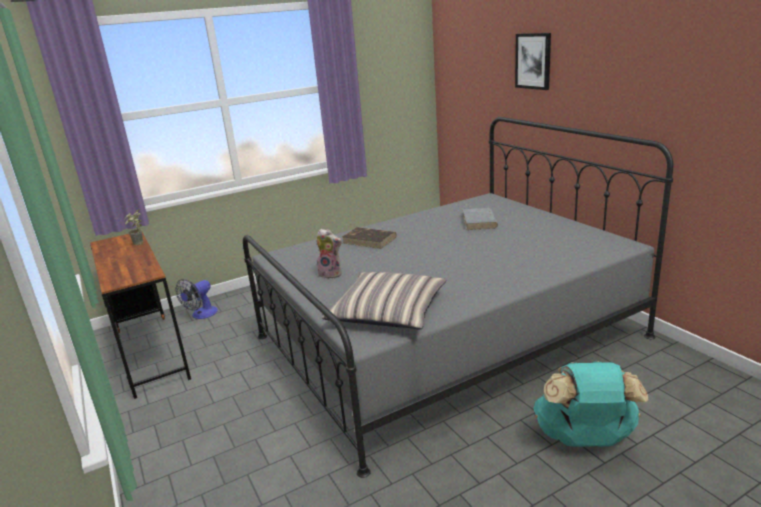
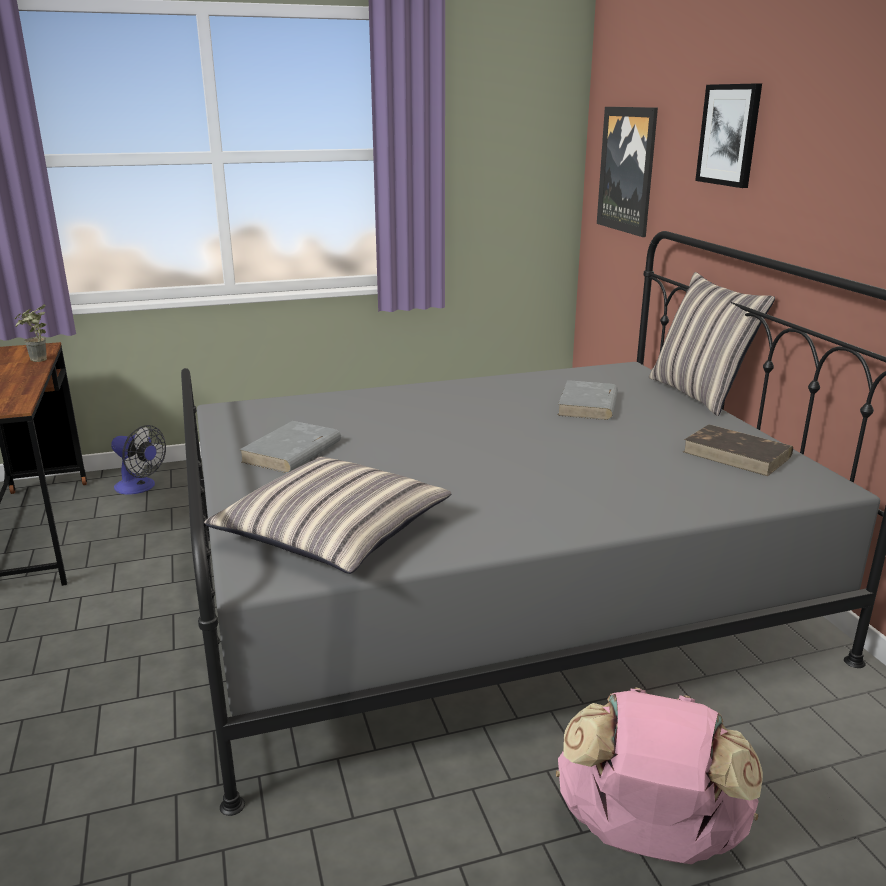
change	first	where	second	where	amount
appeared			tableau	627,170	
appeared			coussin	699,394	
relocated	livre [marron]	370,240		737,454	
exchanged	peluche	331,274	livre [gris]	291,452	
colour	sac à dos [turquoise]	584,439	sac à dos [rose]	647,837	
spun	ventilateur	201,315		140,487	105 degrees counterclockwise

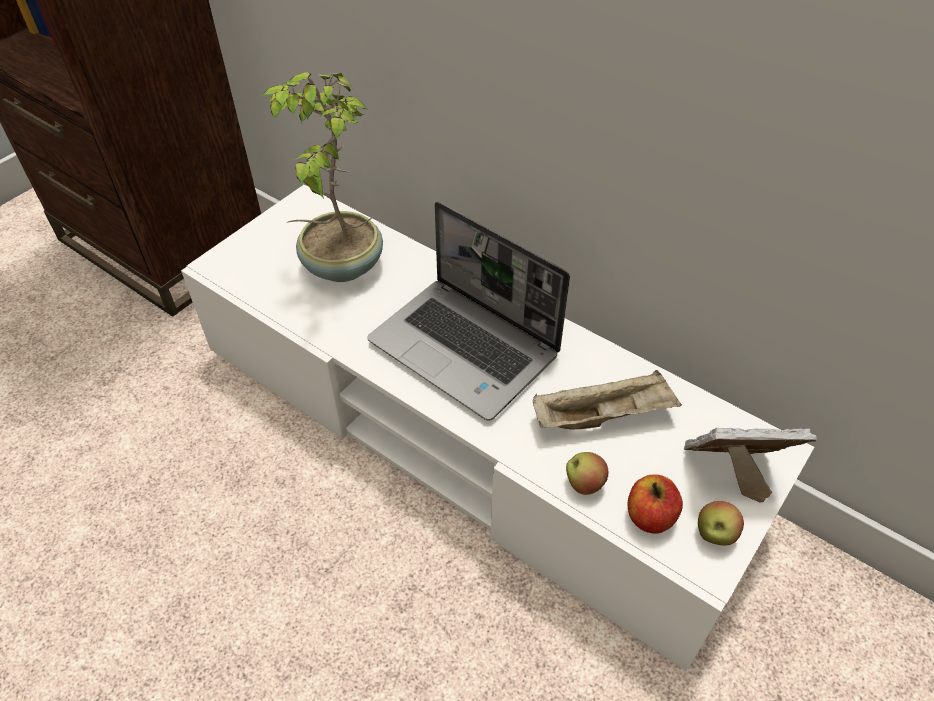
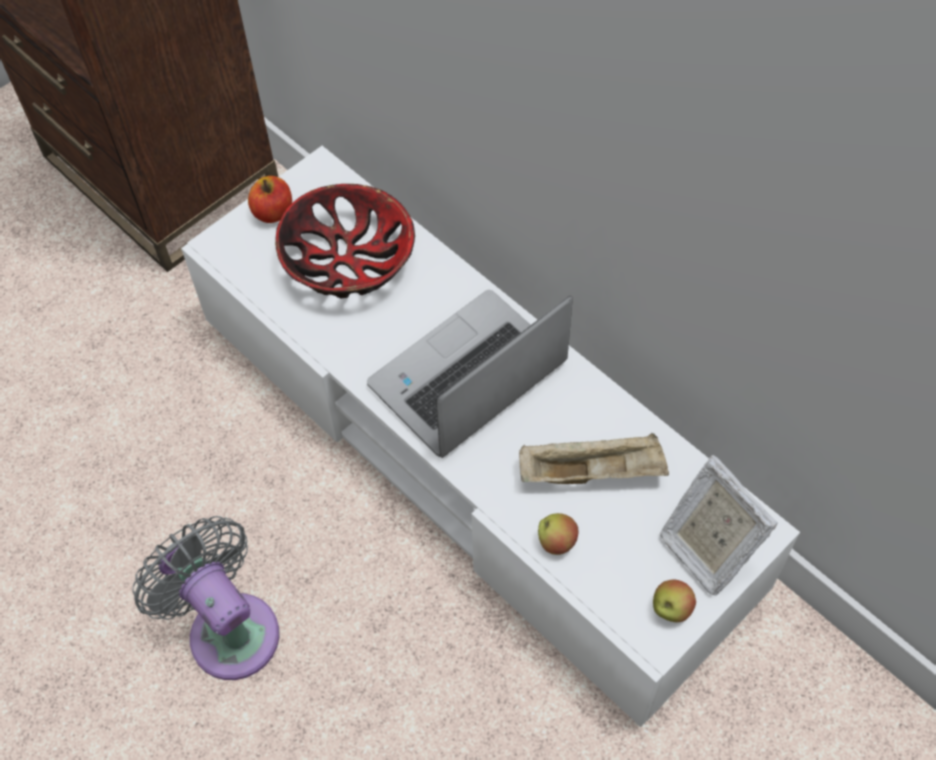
change	first	where	second	where	amount
appeared			ventilateur [gris]	228,628	
relocated	pomme	650,516		273,212	
exchanged	plante en pot	340,266	bol	349,261	
spun	ordinateur portable	466,349		467,378	90 degrees clockwise
spun	cadre photo	731,472		706,548	135 degrees counterclockwise

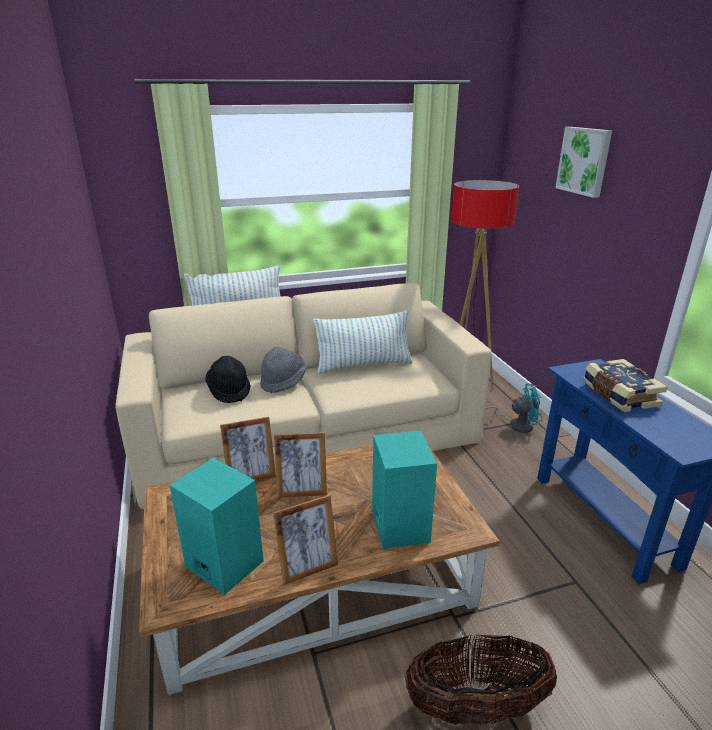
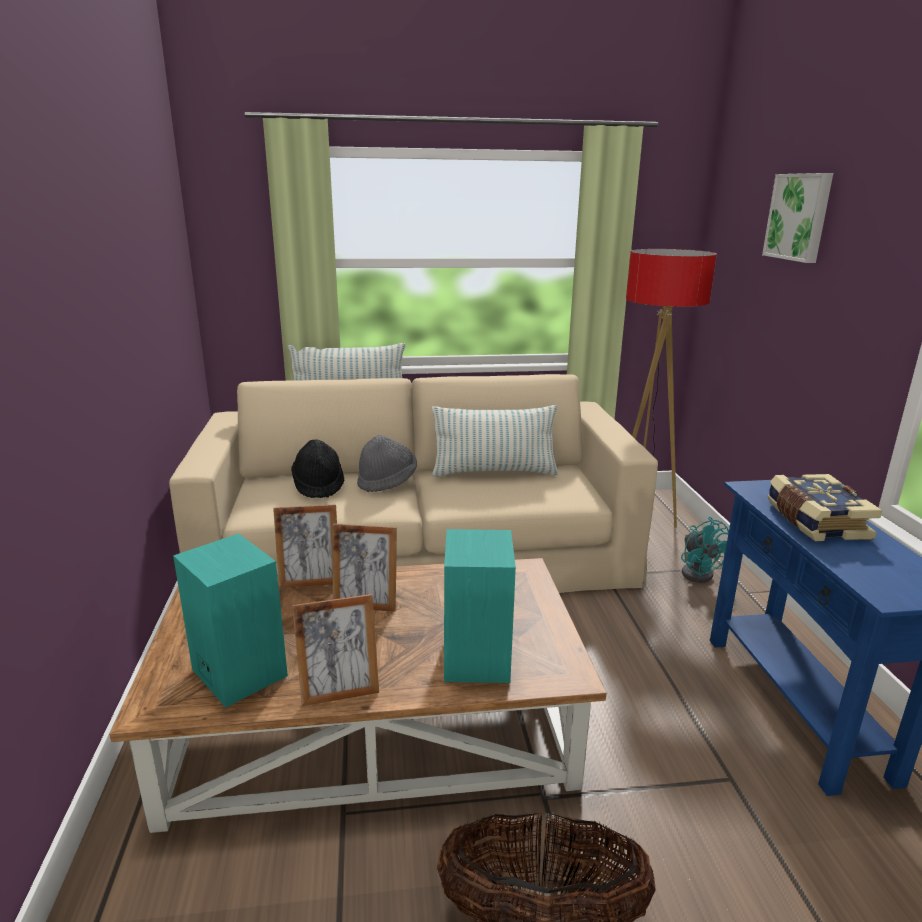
change	first	where	second	where	amount
spun	ventilateur [turquoise]	516,425		698,572	60 degrees clockwise

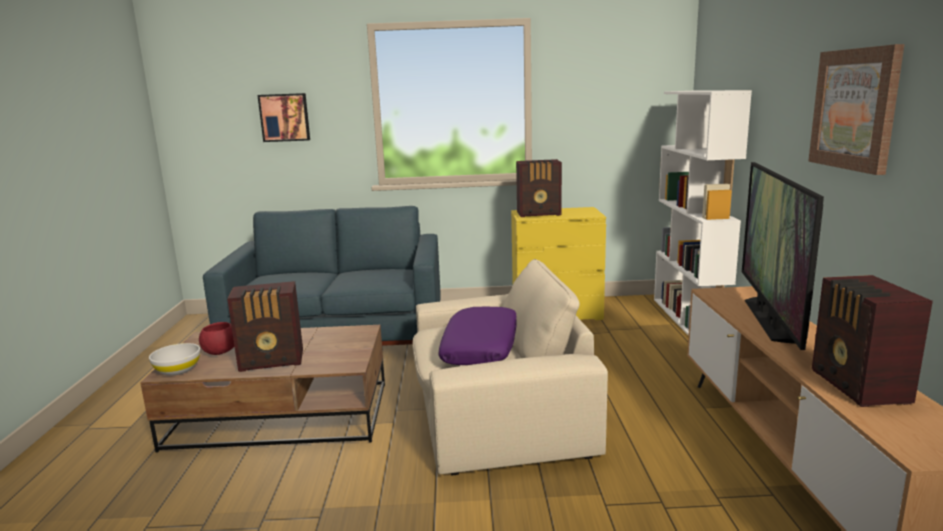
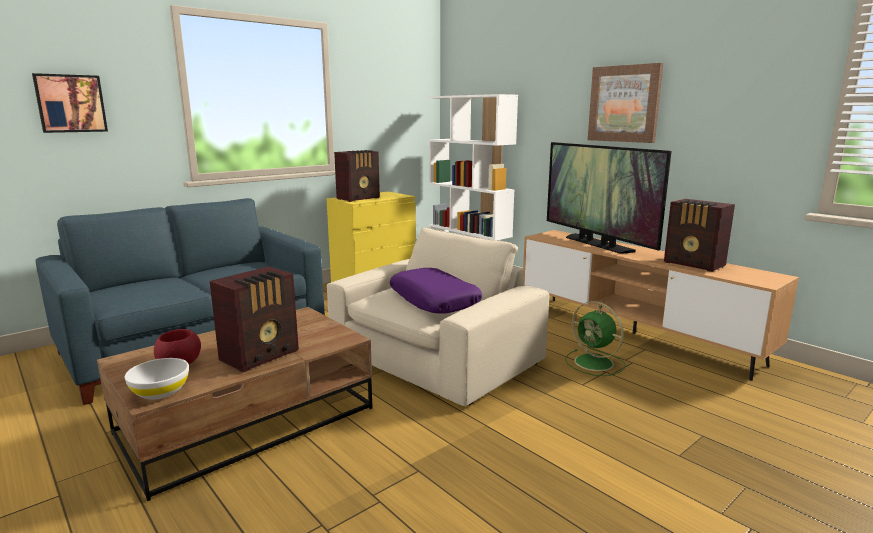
change	first	where	second	where	amount
appeared			ventilateur [vert]	595,363	

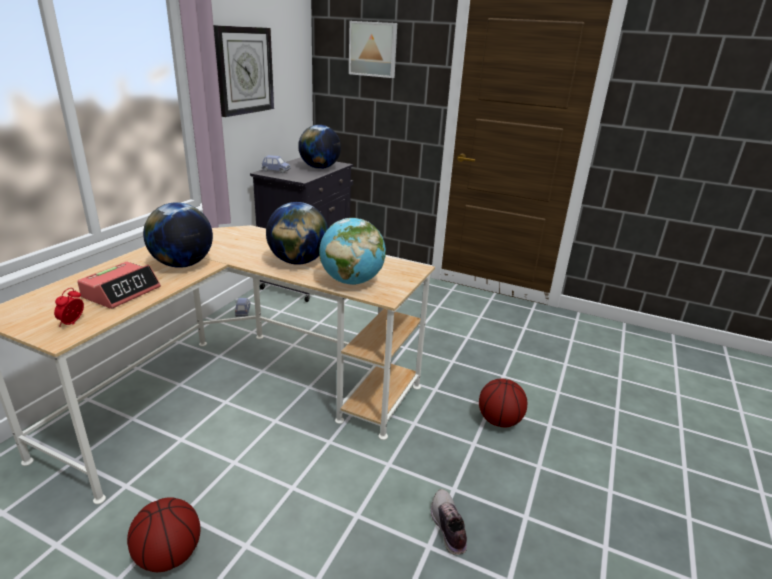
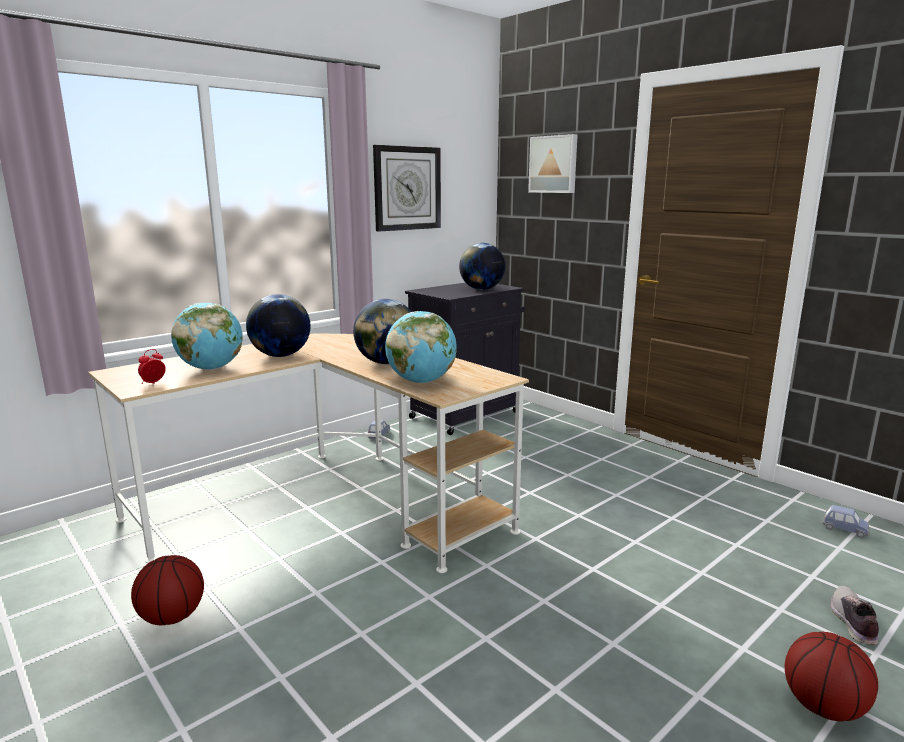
change	first	where	second	where	amount
relocated	petite voiture [bleu]	276,171		844,529	
relocated	chaussure	447,527		852,622	
relocated	ballon de basket	499,421		823,707	
exchanged	réveil	122,292	globe	211,368	

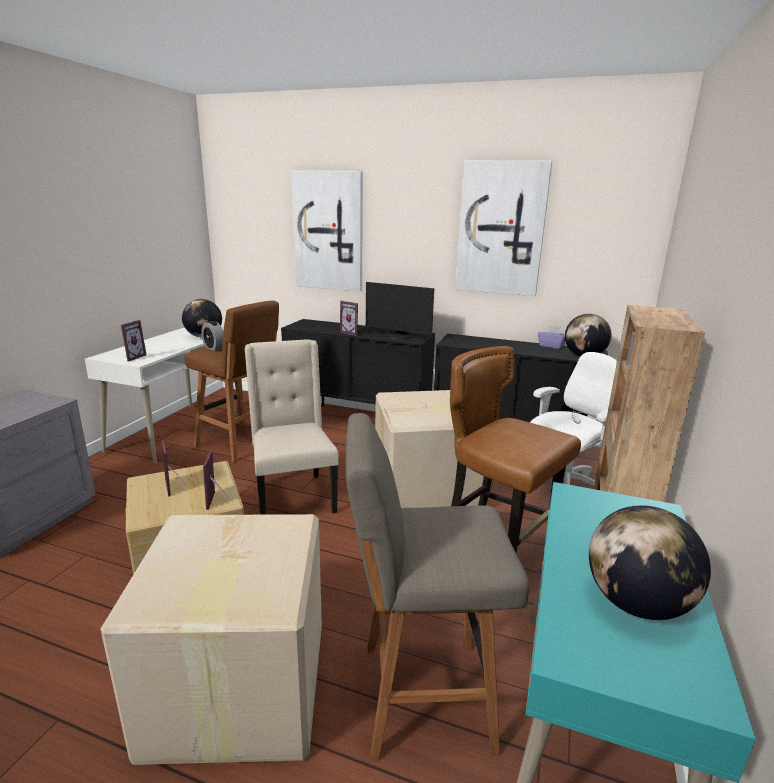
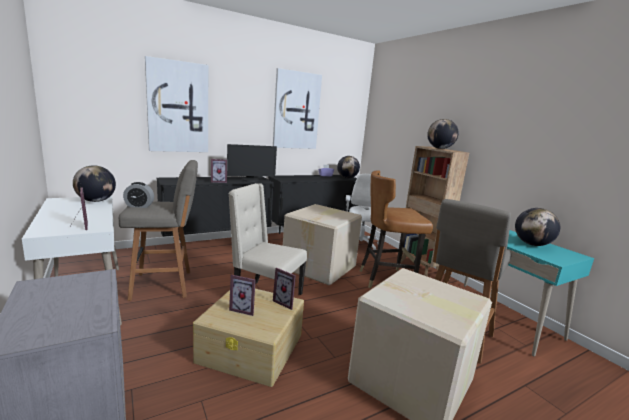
change	first	where	second	where	amount
appeared			globe	440,148	
colour	tabouret [marron]	241,443	tabouret [gris]	164,285	

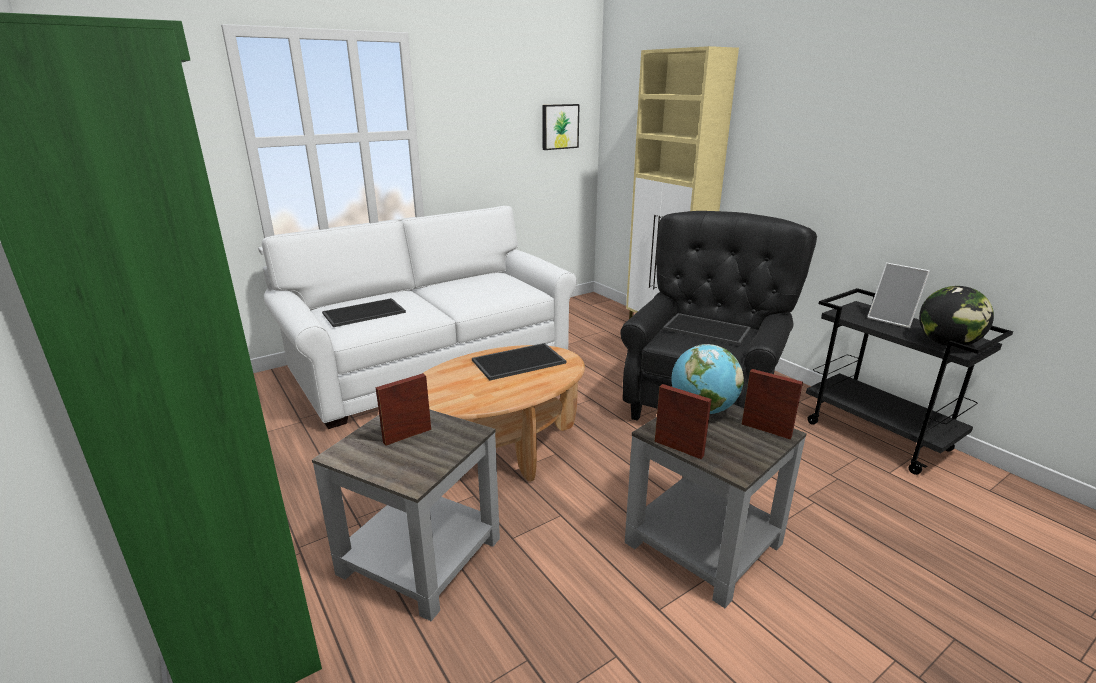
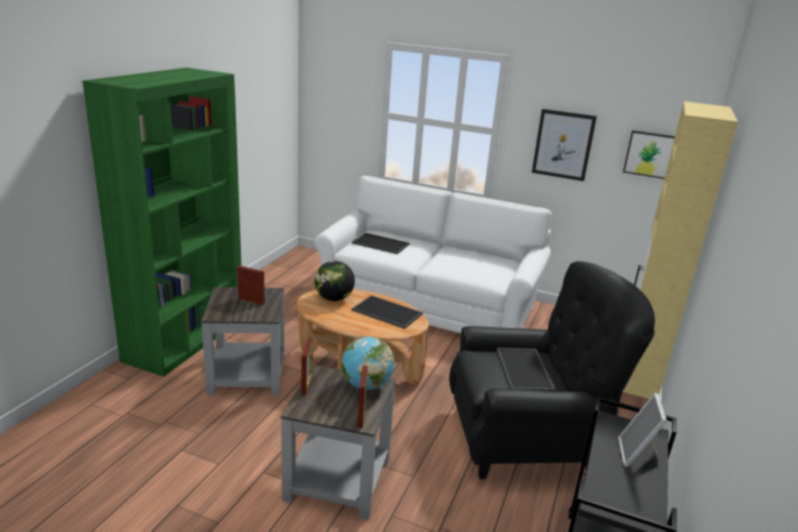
change	first	where	second	where	amount
appeared			tableau	563,144	
relocated	globe	946,344		334,298	

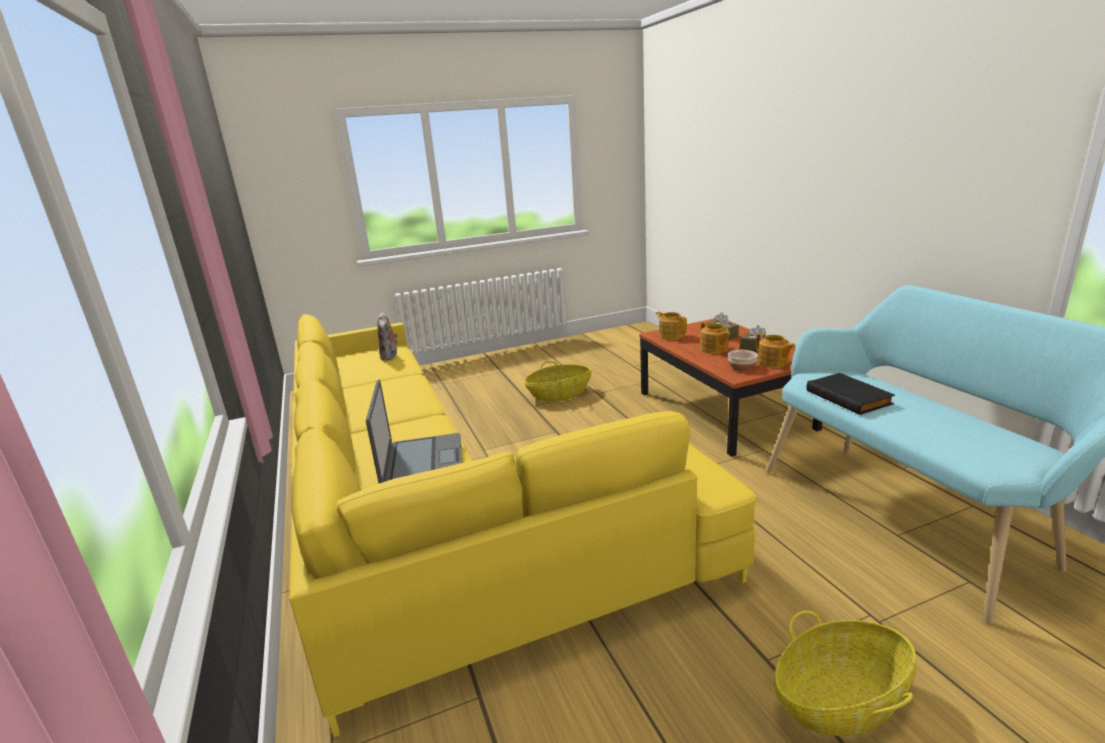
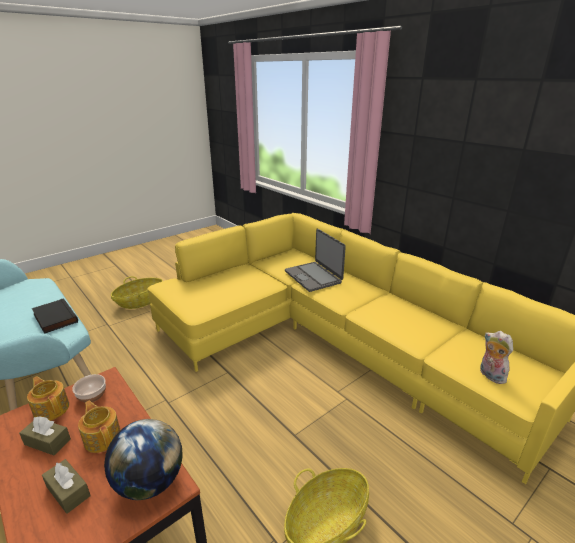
change	first	where	second	where	amount
exchanged	théière	671,335	globe	150,481	

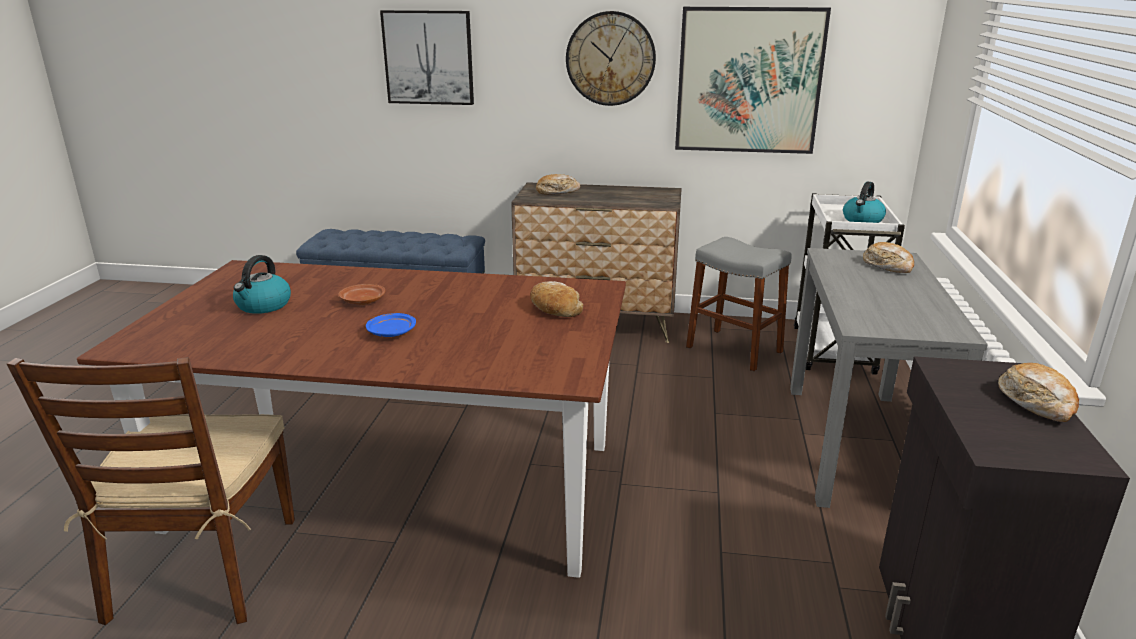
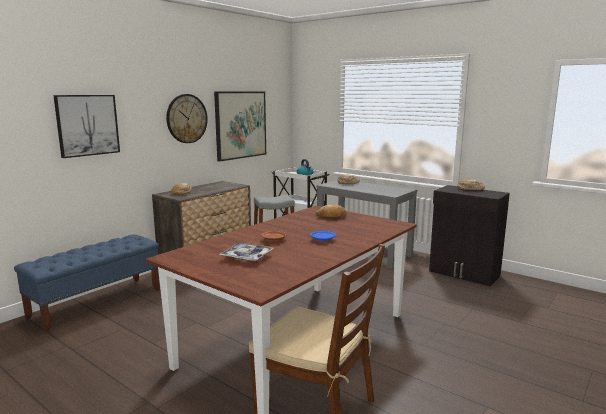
change	first	where	second	where	amount
exchanged	bouilloire	263,305	plateau	247,257	

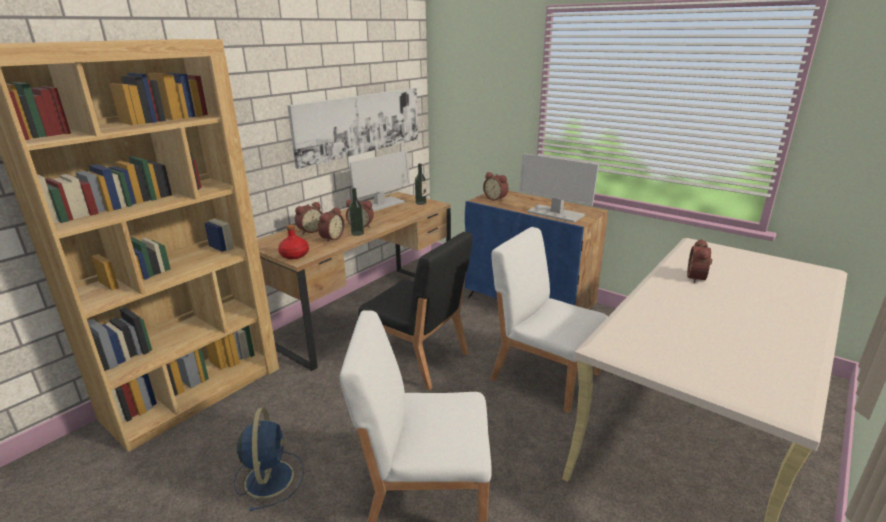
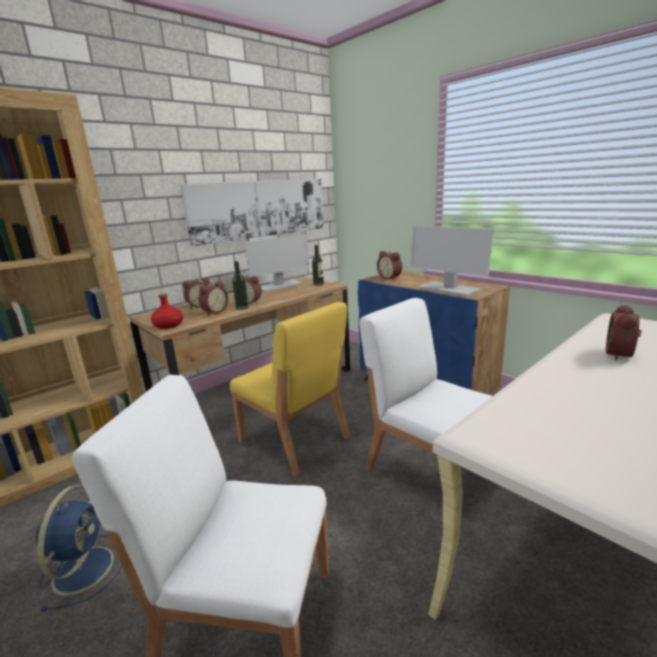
change	first	where	second	where	amount
colour	chaise [noir]	417,359	chaise [jaune]	294,440	

